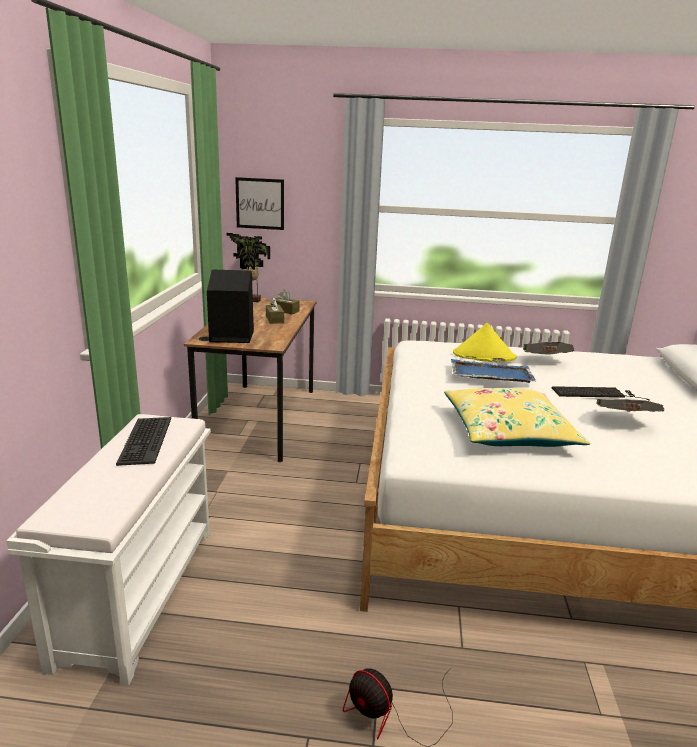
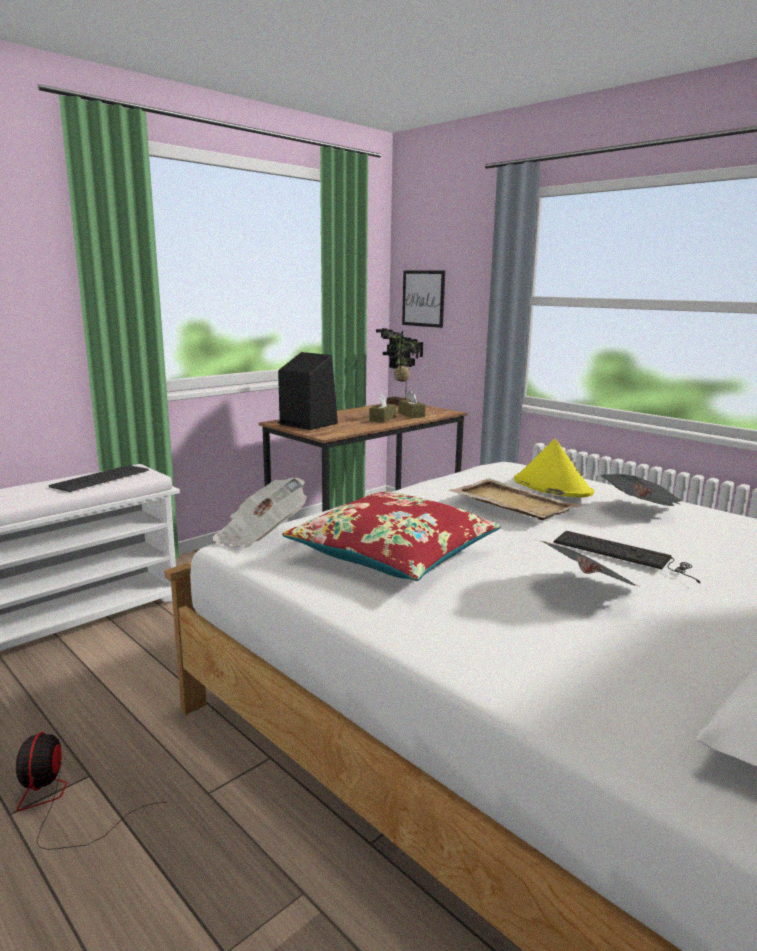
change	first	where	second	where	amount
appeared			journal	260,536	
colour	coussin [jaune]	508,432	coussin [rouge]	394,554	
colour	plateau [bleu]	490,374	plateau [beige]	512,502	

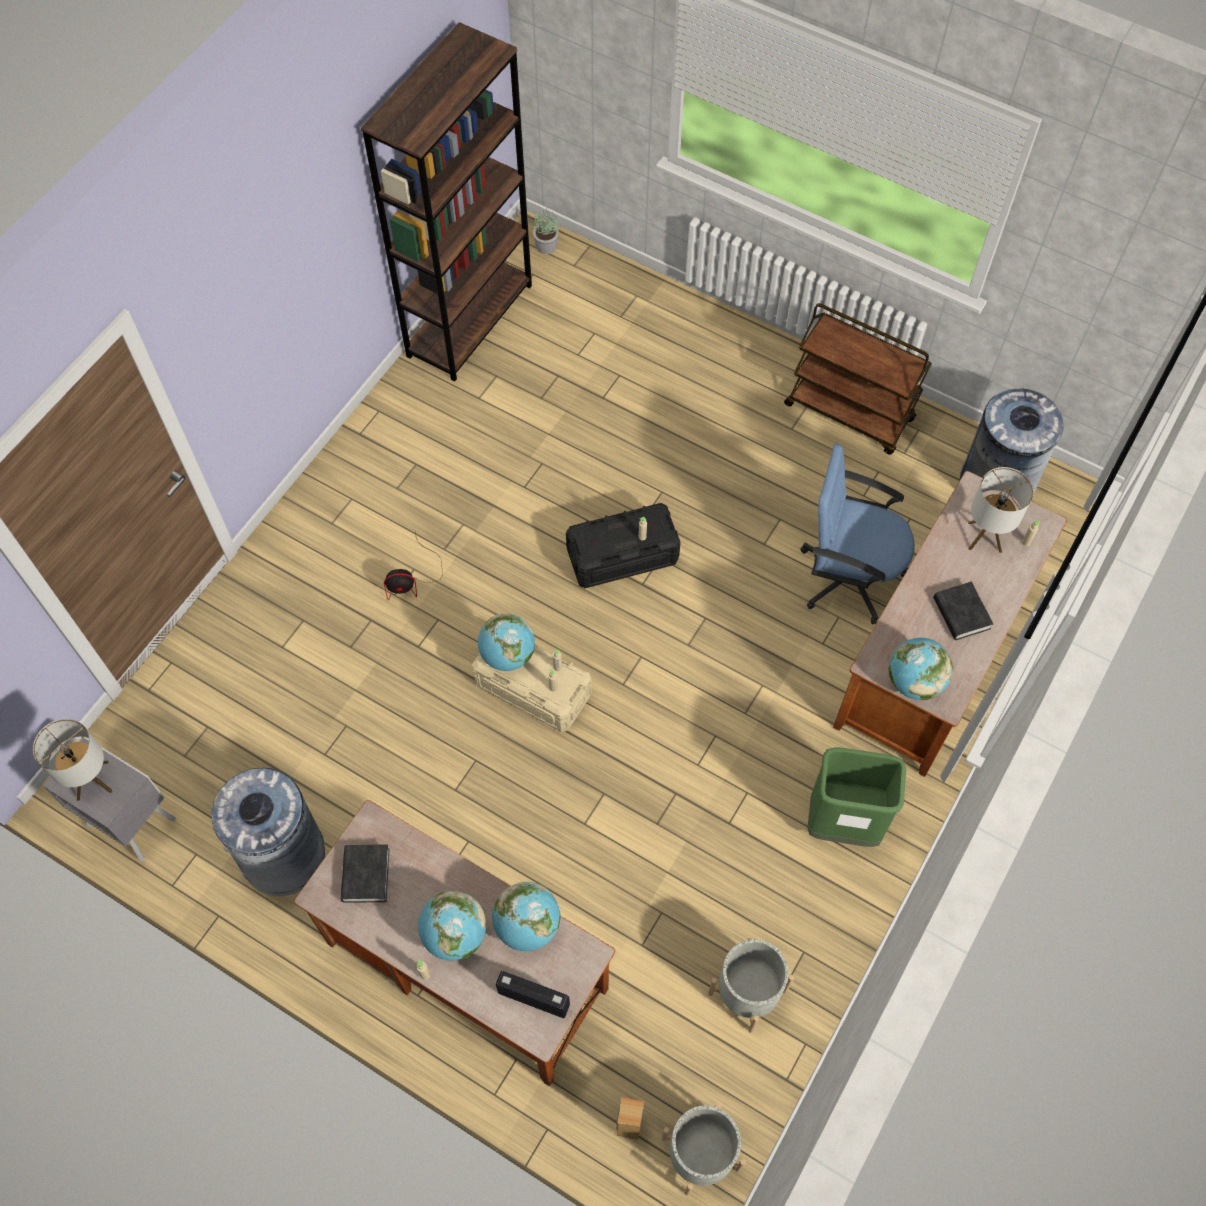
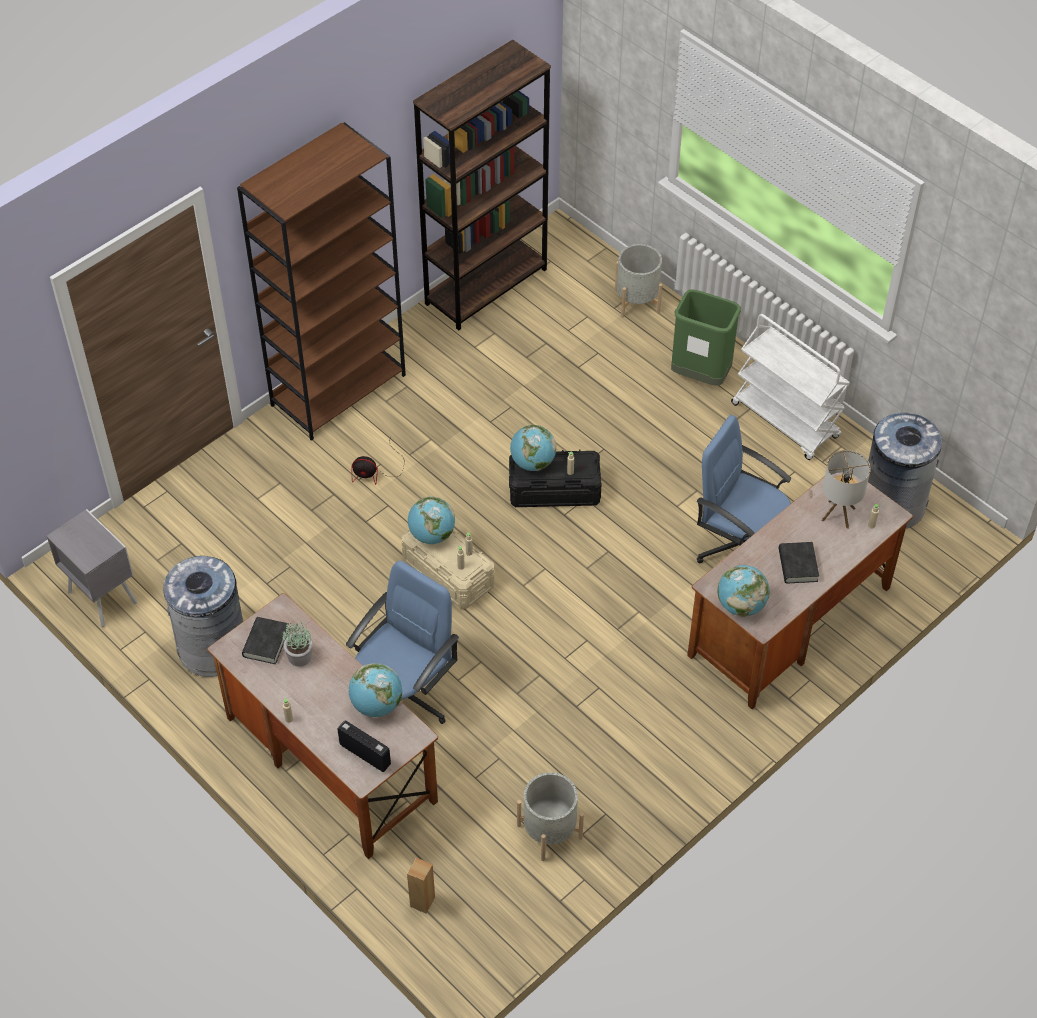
change	first	where	second	where	amount
missing	lampe de table	92,780			
appeared			bibliothèque [marron]	338,389	
appeared			chaise de bureau [bleu]	404,696	
relocated	globe	455,934		532,463	
relocated	plante en pot	545,246		299,656	
relocated	cache-pot [gris]	700,1153		637,301	
relocated	poubelle [vert]	843,824		700,376	
colour	chariot [marron]	850,412	chariot [blanc]	786,421	

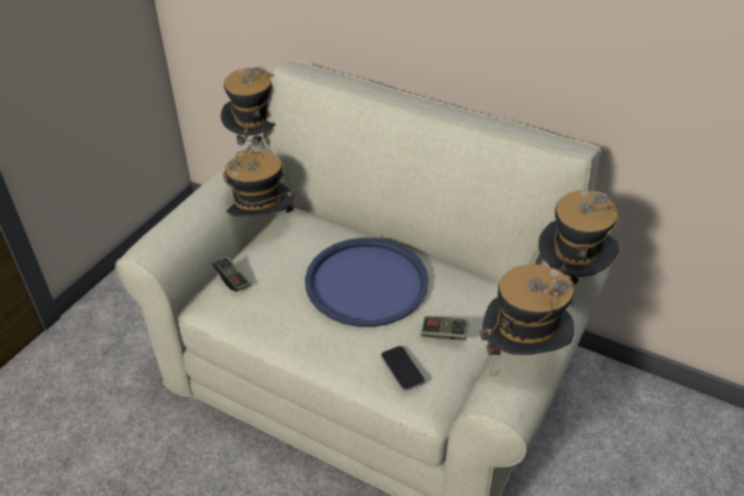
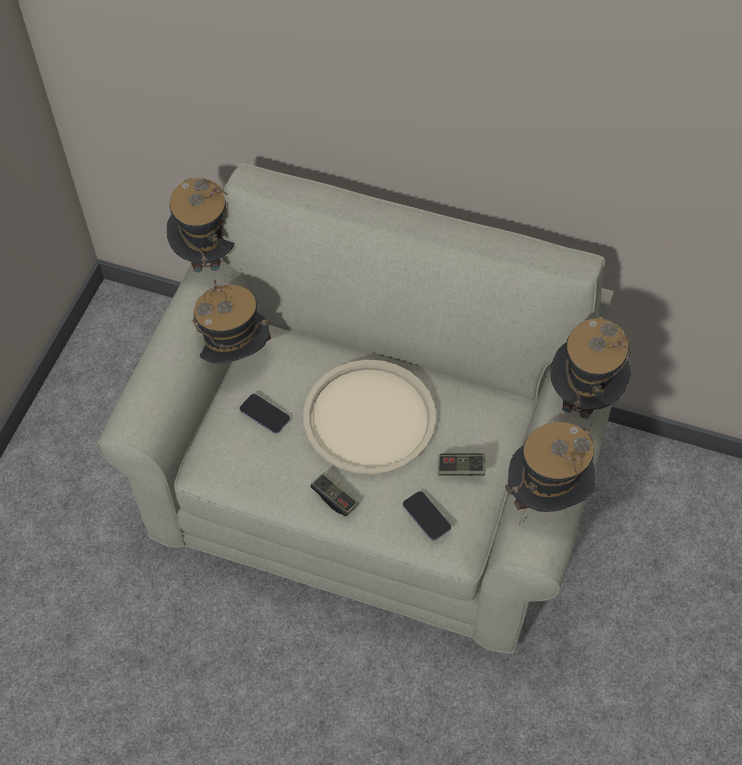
change	first	where	second	where	amount
appeared			téléphone	264,414	
relocated	manette	233,279		334,498	
colour	plateau [bleu]	367,282	plateau [beige]	369,418	

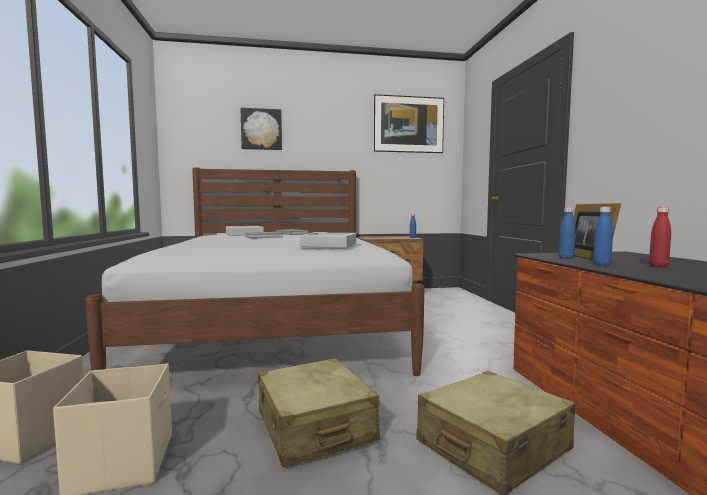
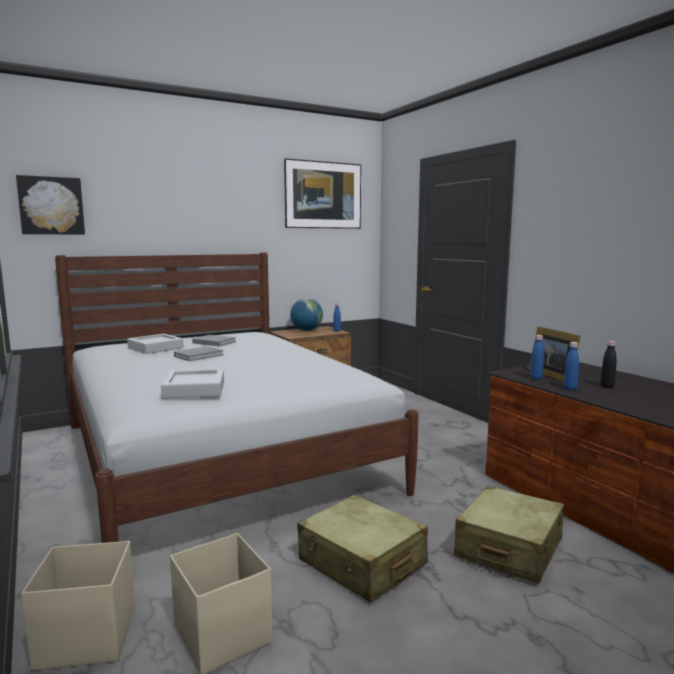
change	first	where	second	where	amount
appeared			globe	306,330	
relocated	tableau	261,129		51,206	
relocated	plateau [gris]	329,245		194,389	
colour	bouteille [rouge]	658,266	bouteille [noir]	607,386	

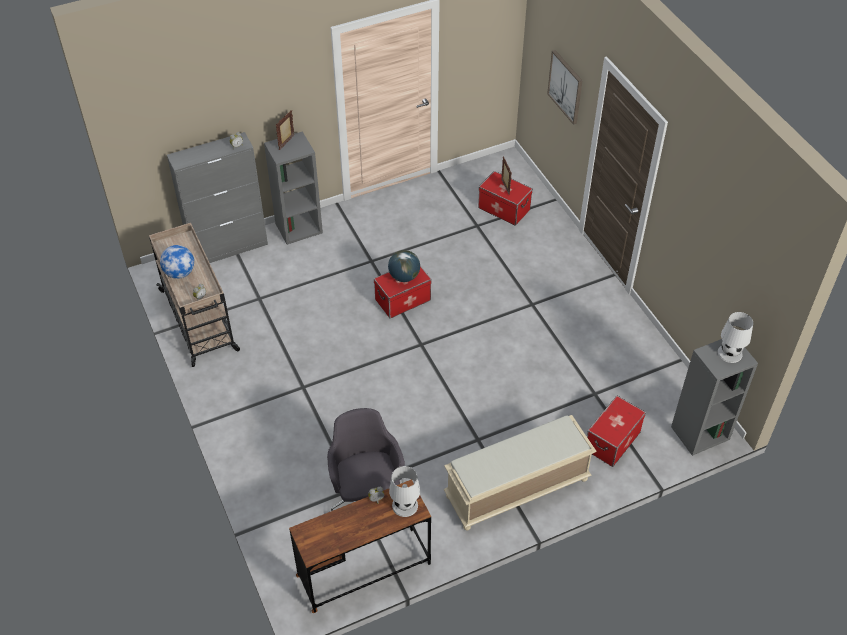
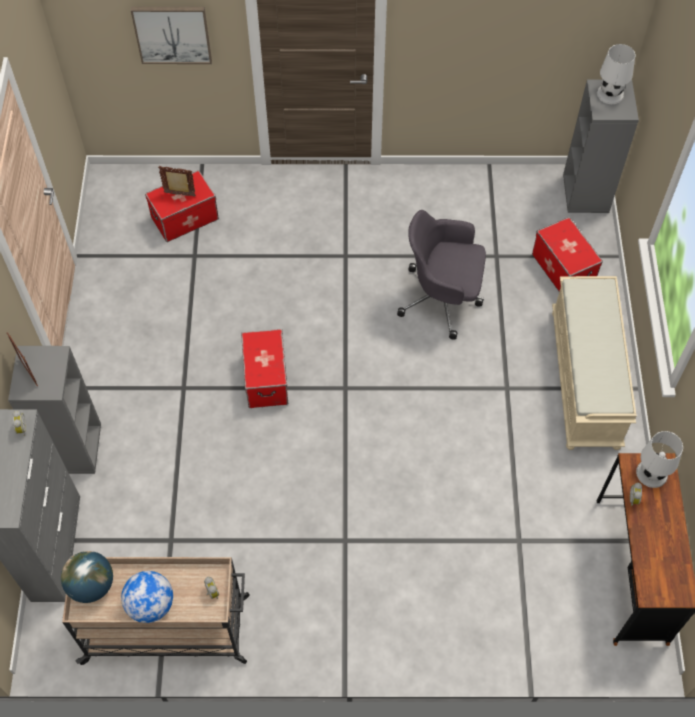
change	first	where	second	where	amount
relocated	chaise de bureau [gris]	367,495		442,299	
relocated	globe	404,277		92,585	

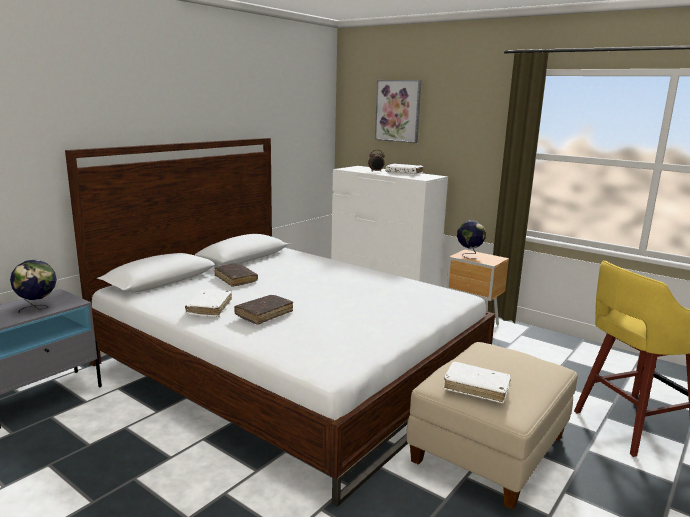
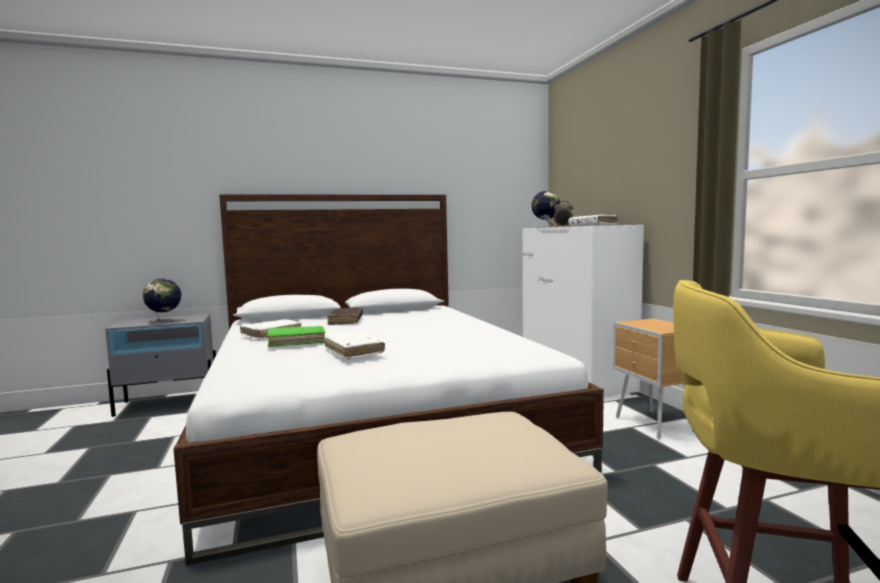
change	first	where	second	where	amount
missing	tableau	398,111			
relocated	livre [blanc]	476,388		354,351	
relocated	globe	469,255		545,227	
colour	livre [marron]	264,314	livre [vert]	297,342	

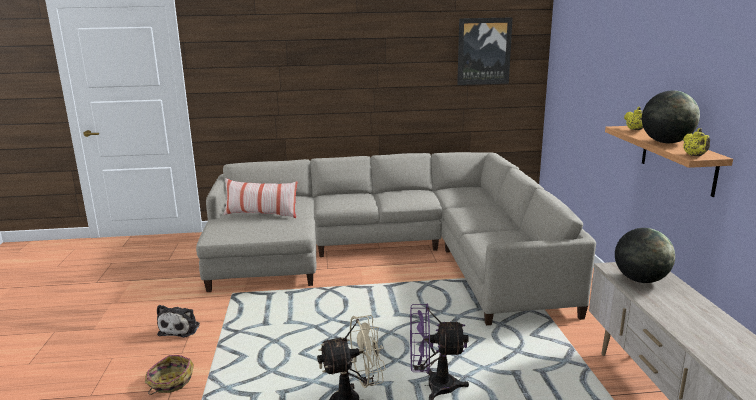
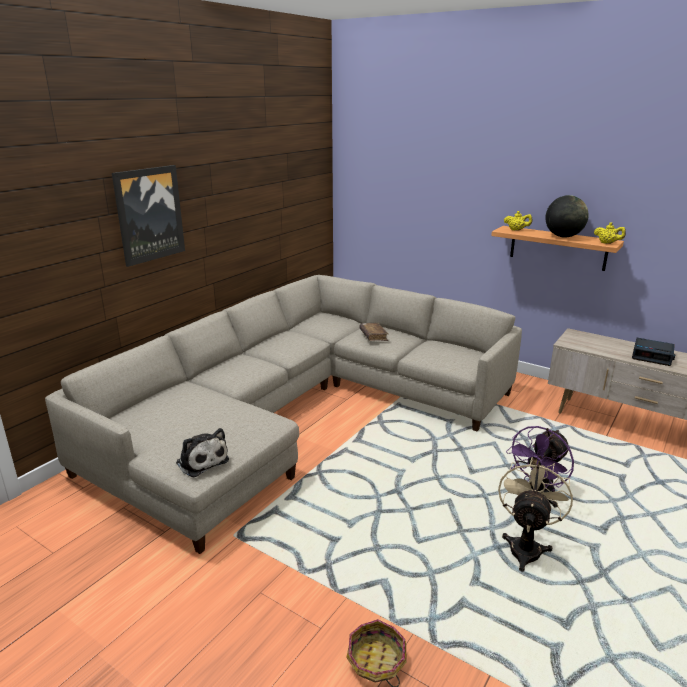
change	first	where	second	where	amount
missing	coussin	261,214			
missing	globe	640,280			
appeared			livre [marron]	373,336	
appeared			réveil	652,356	
relocated	peluche	181,328		201,461	
relocated	tableau	483,51		149,214	

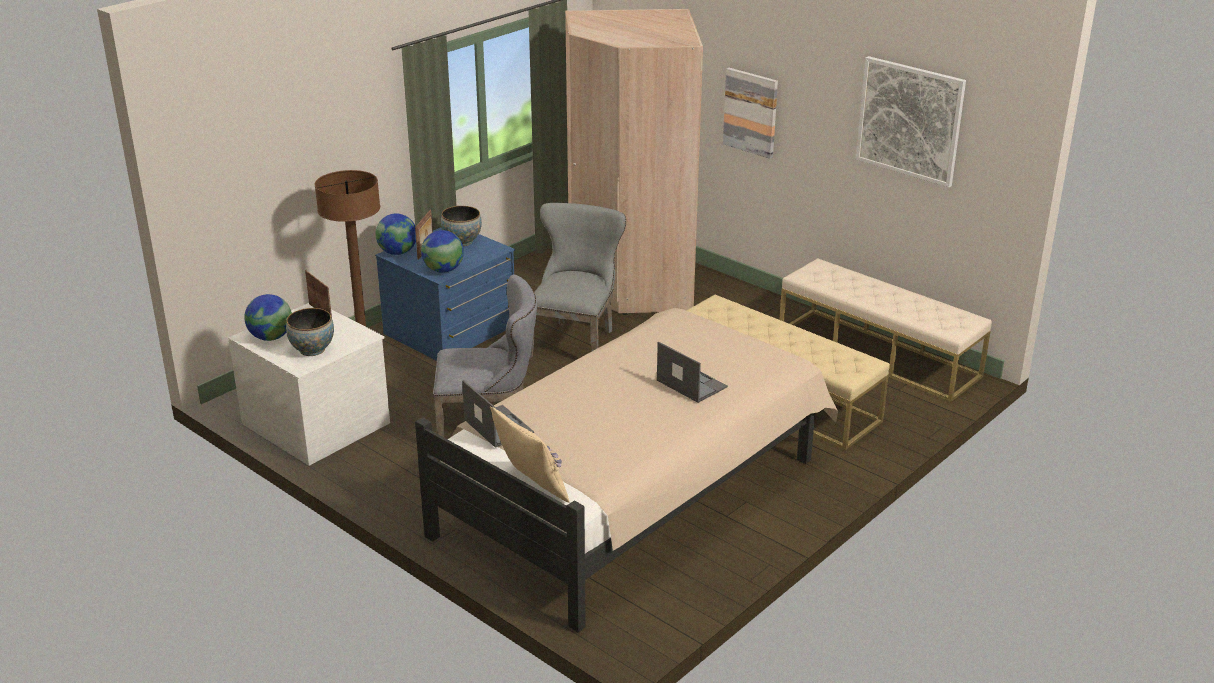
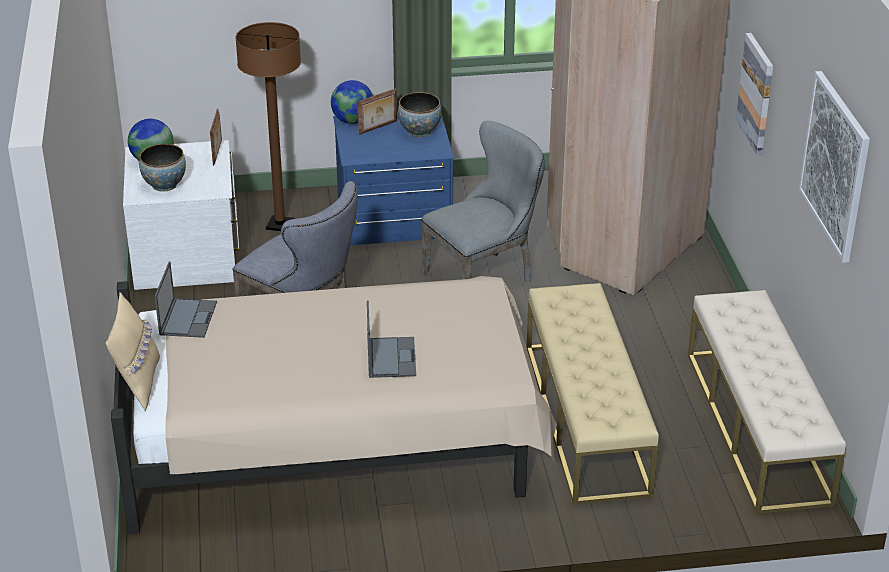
change	first	where	second	where	amount
missing	globe	443,270			

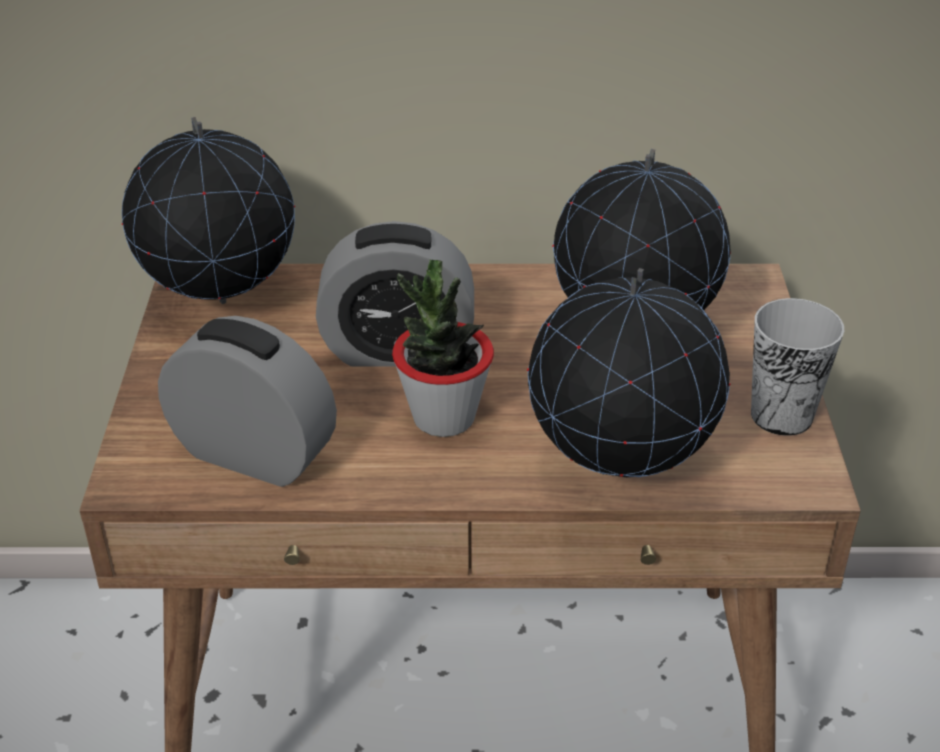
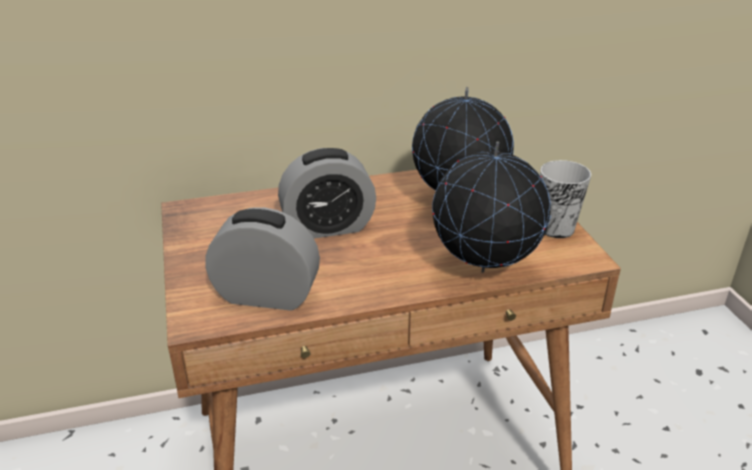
change	first	where	second	where	amount
missing	globe	221,305			
missing	plante en pot	443,418			

